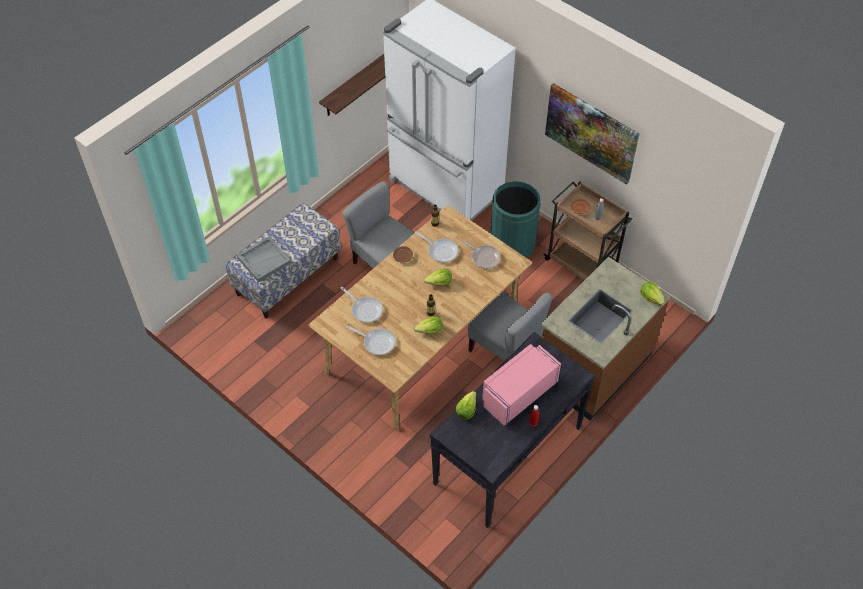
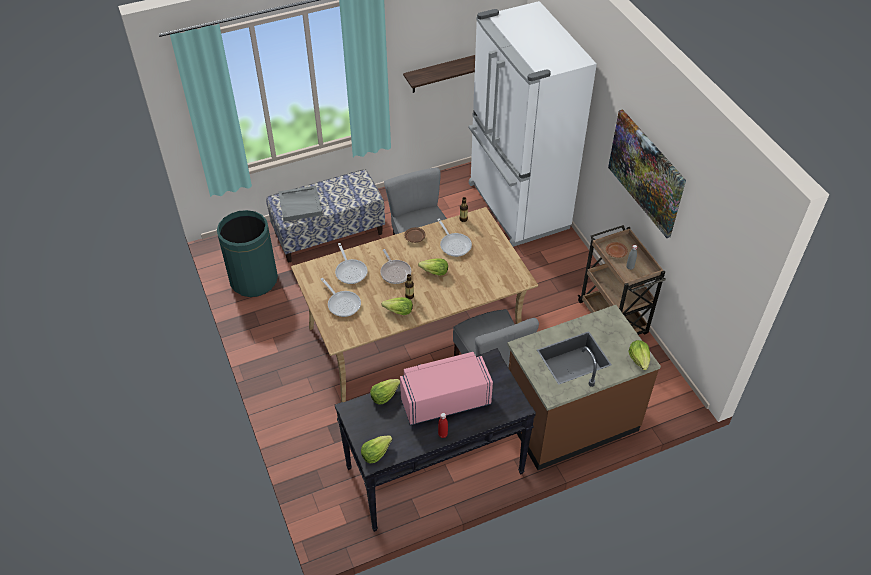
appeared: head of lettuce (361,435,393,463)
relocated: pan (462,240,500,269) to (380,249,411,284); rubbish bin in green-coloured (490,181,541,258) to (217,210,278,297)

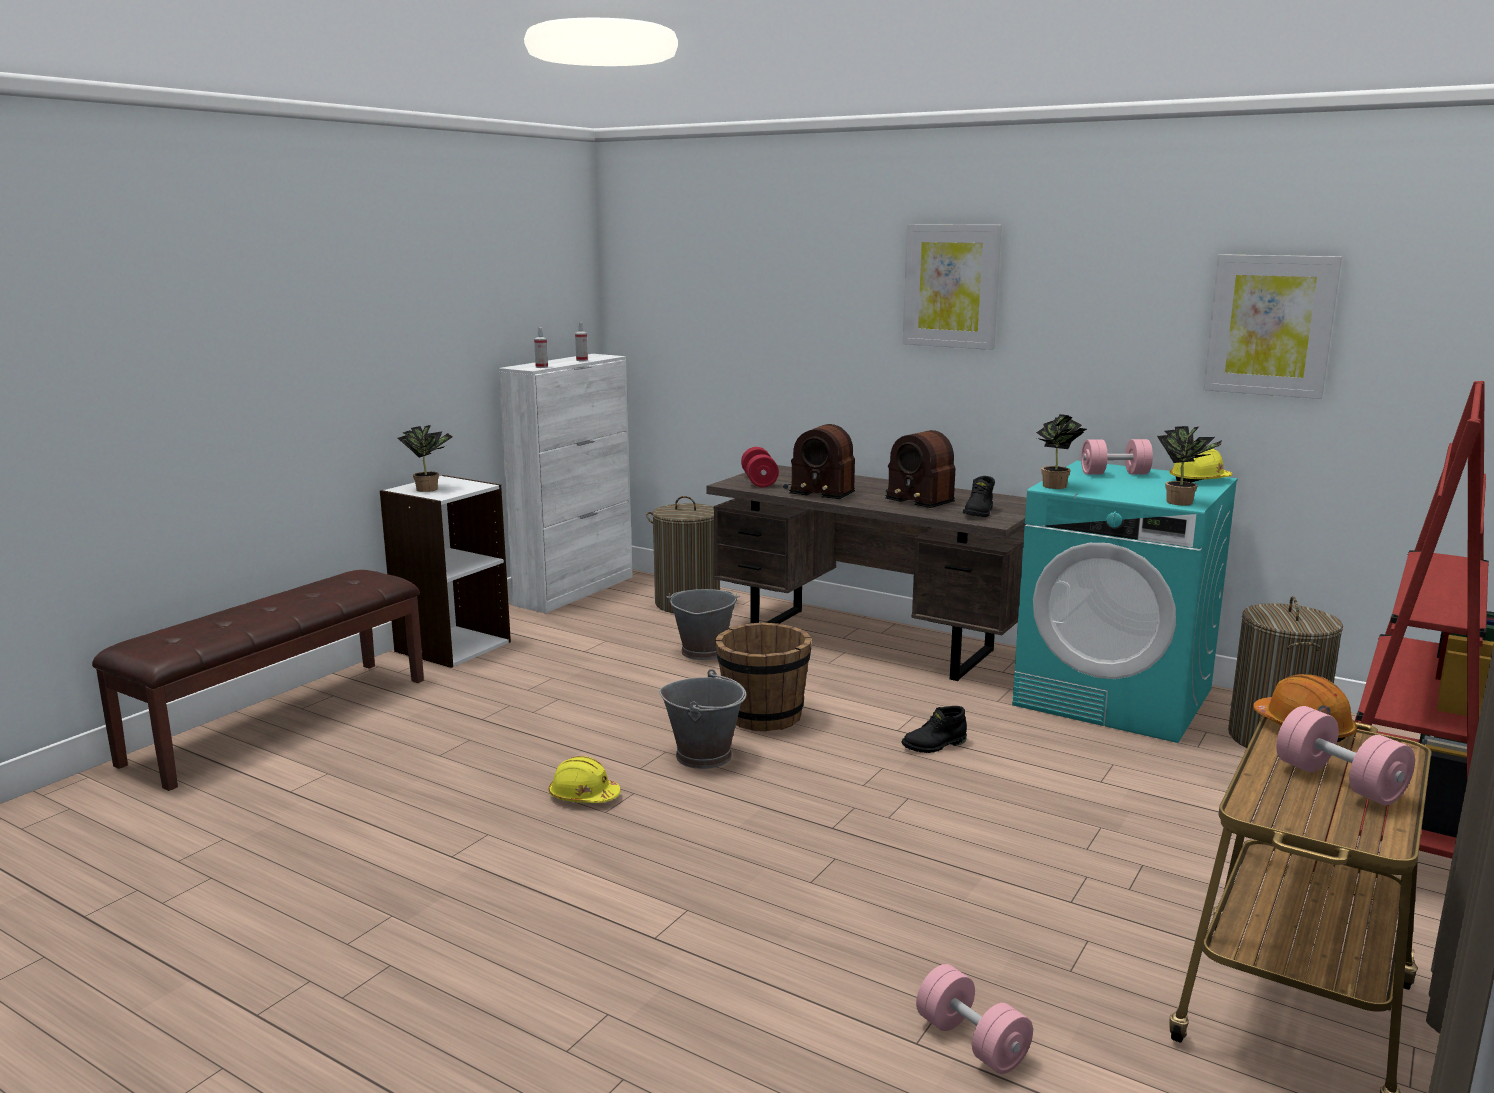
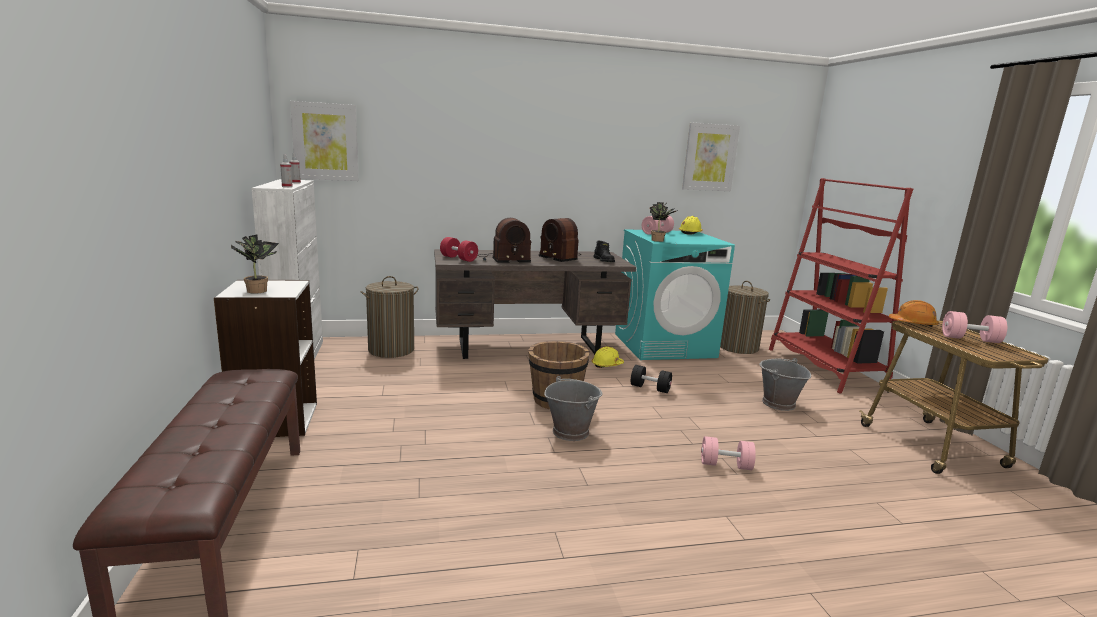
missing: potted plant (1157,426,1222,505)
relocated: work helmet in yellow-coloured (549,756,621,803) to (592,347,624,368); water bucket in grey (667,589,740,660) to (759,358,811,411); wall art (903,224,1002,350) to (290,101,358,181); free weight in pink (916,964,1033,1074) to (701,436,756,470)
exchanged: tall boot in black-coloured (902,706,967,753) to free weight in black-coloured (631,365,672,393)
spun: radio receiver (885,430,956,508) = (539,218,582,262) 45 degrees clockwise

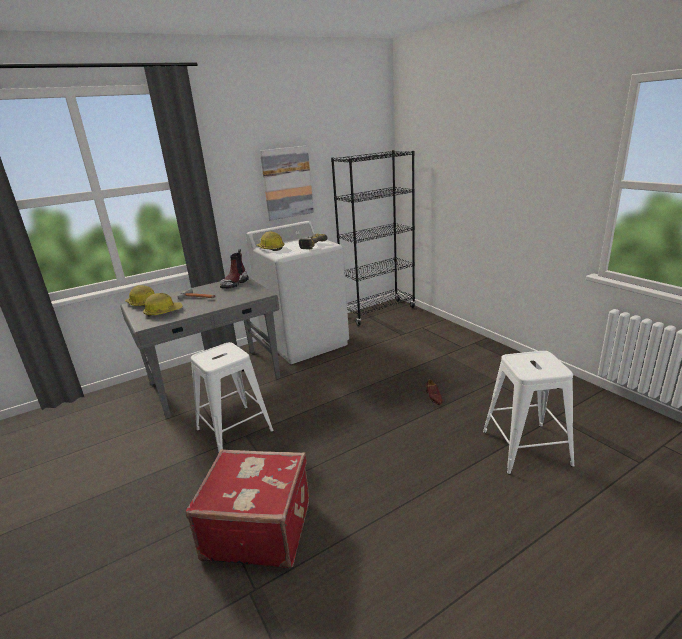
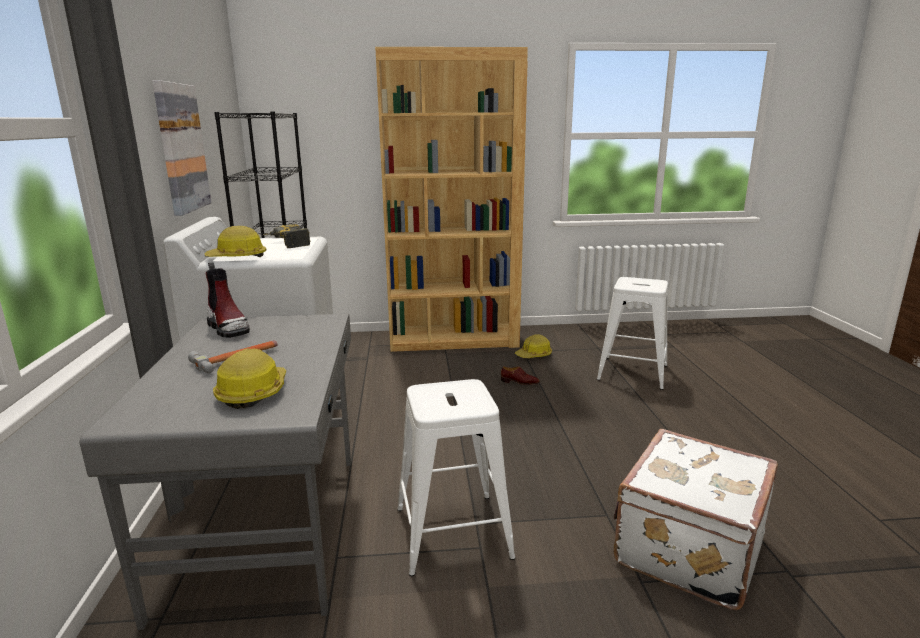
appeared: shelving unit in brown (375,47,528,352)
relocated: work helmet (125,285,155,307) to (515,334,552,358)
colour: travel case in reddish (186,449,309,568) to travel case in white (614,429,778,611)

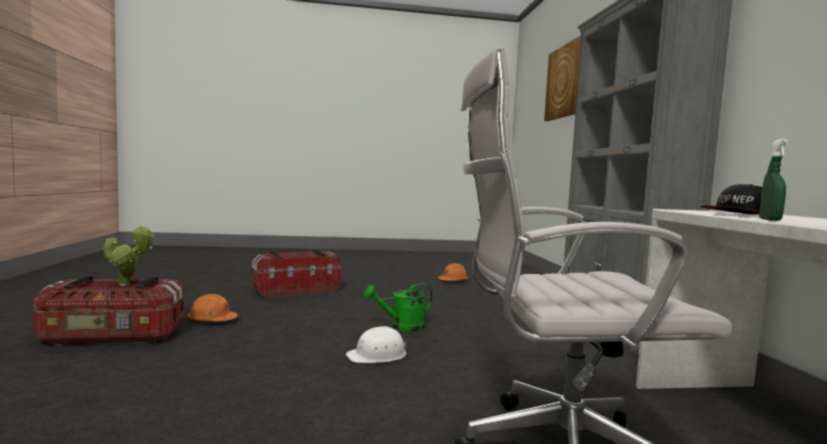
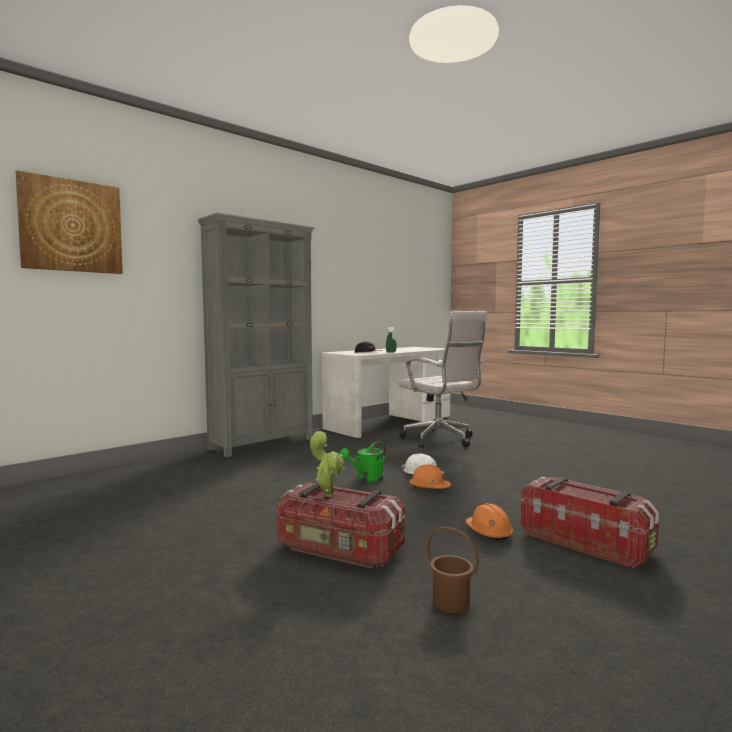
appeared: water bucket in brown (427,527,479,613)
relocated: potted plant (103,225,154,286) to (310,431,345,497); work helmet in orangey (438,263,468,281) to (410,464,451,489)
spun: watering pot in green-coloured (364,283,433,332) = (339,441,386,483) 105 degrees clockwise

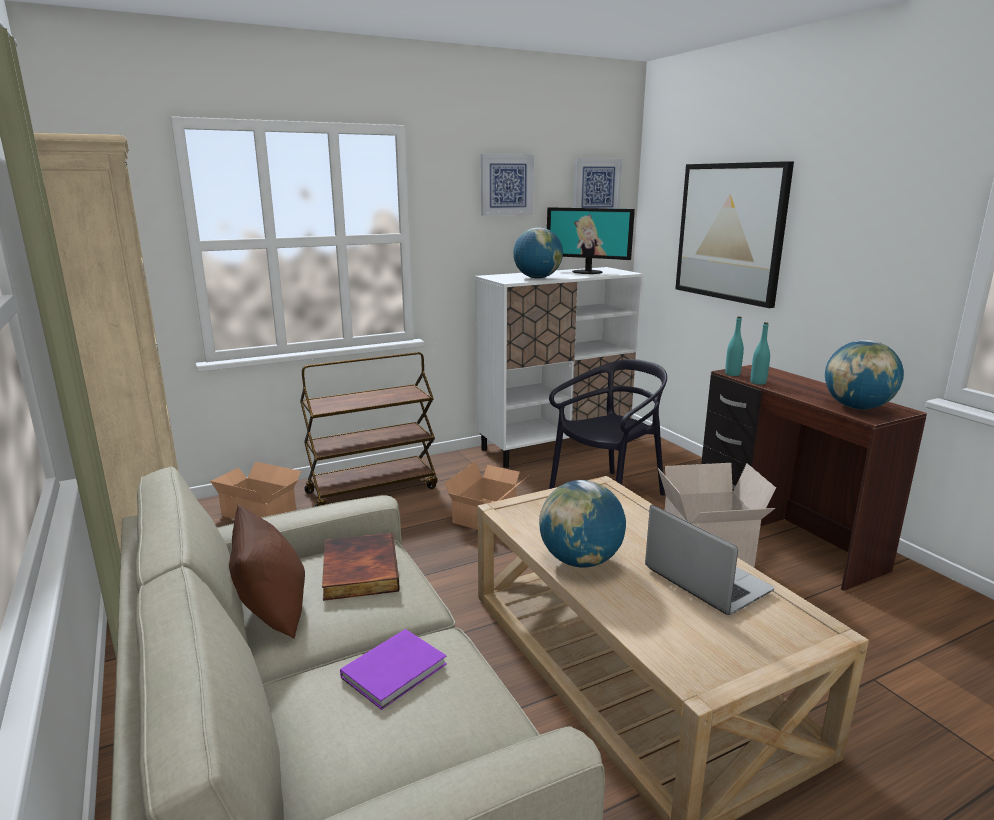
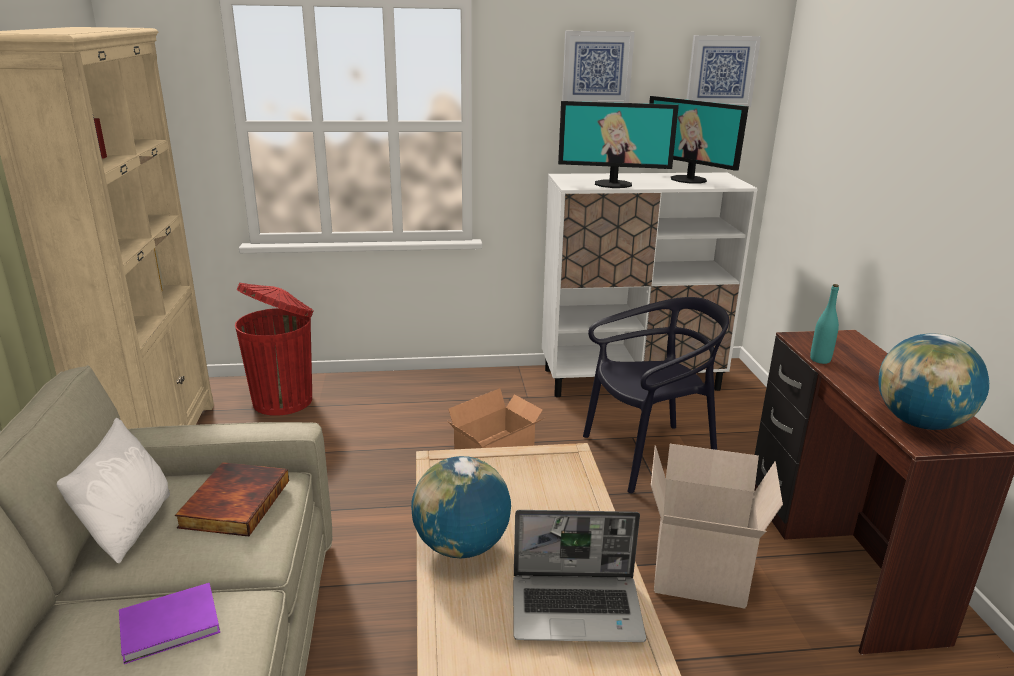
missing: wheeled cart in brown (300,352,438,507); wall art (675,161,794,308); drink bottle in turquoise-coloured (725,316,744,376)
exchanged: packing box (210,462,301,519) to rubbish bin in reddish (235,283,314,416); globe (513,227,563,278) to monitor (558,101,679,188)
colour: pillow in brown (229,505,305,638) to pillow in white (57,418,170,563)
spun: laptop (645,505,774,615) = (513,510,646,642) 105 degrees clockwise

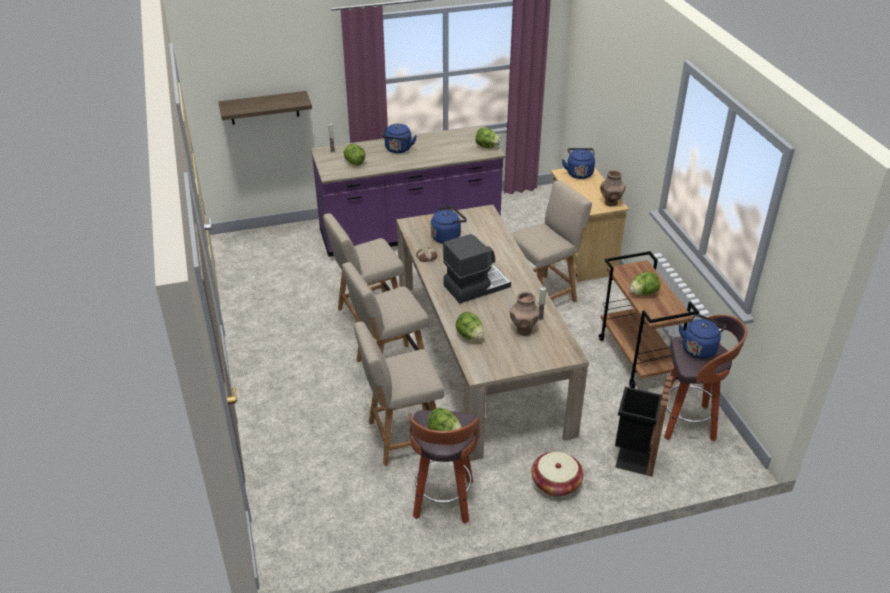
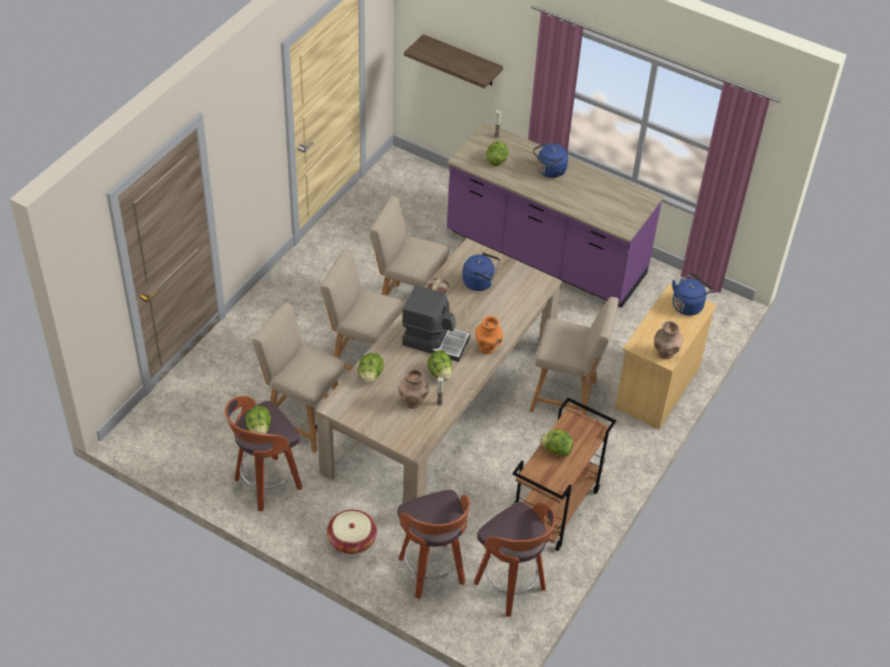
missing: tea kettle in blue-coloured (679,314,727,359)
appeared: vase in orangey (475,316,503,354)
relocated: head of lettuce (475,128,501,148) to (427,350,452,381)
exchanged: rubbish bin in black-coloured (615,375,673,477) to stool (397,490,470,599)

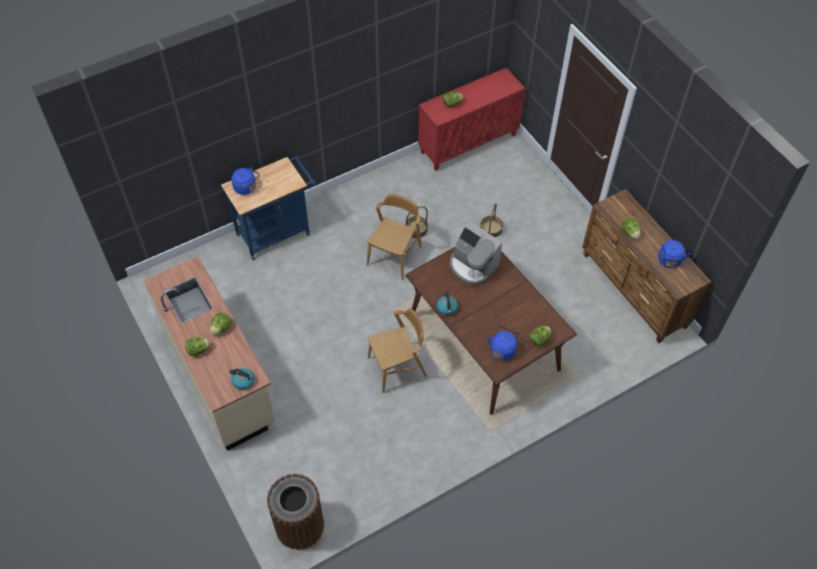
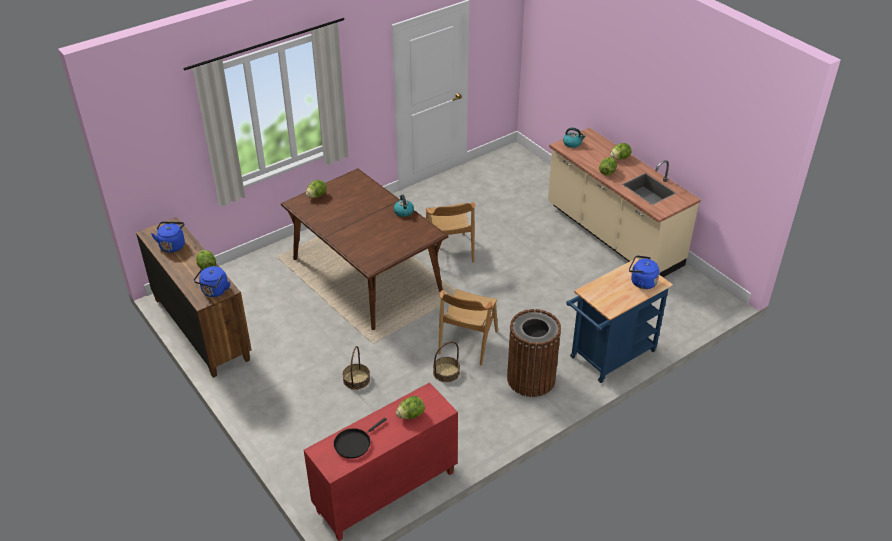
missing: coffee brewer (450,222,502,285)
appeared: pan in black-coloured (334,418,387,459)
relocated: rubbish bin in brown (267,474,324,550) to (507,309,561,397); tea kettle in blue-coloured (487,326,521,360) to (194,266,230,297)
spun: plain chair in brown (368,308,427,393) = (426,202,475,263) 75 degrees counterclockwise

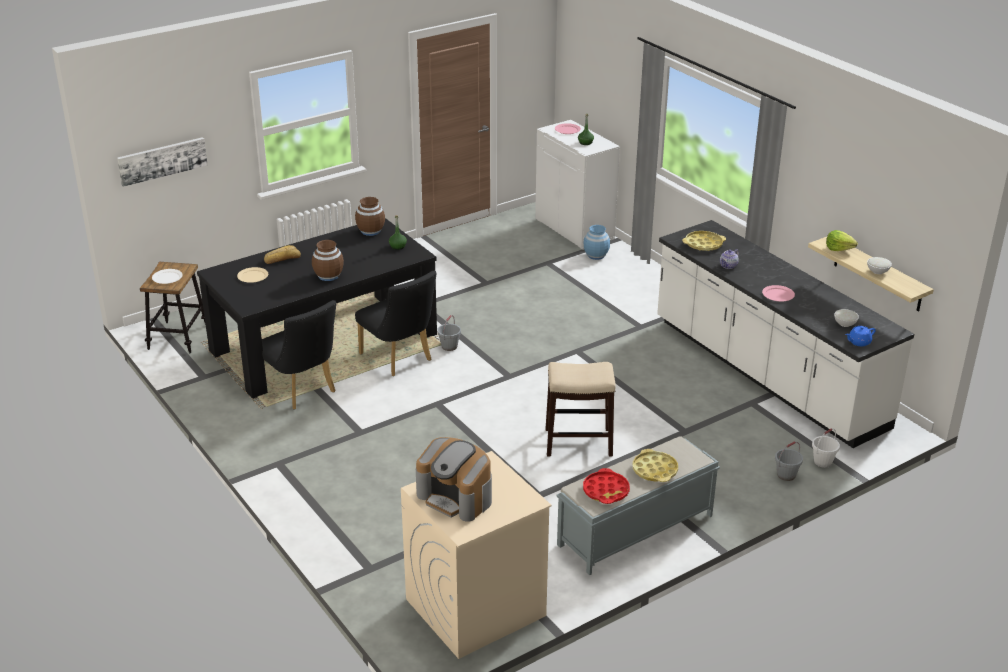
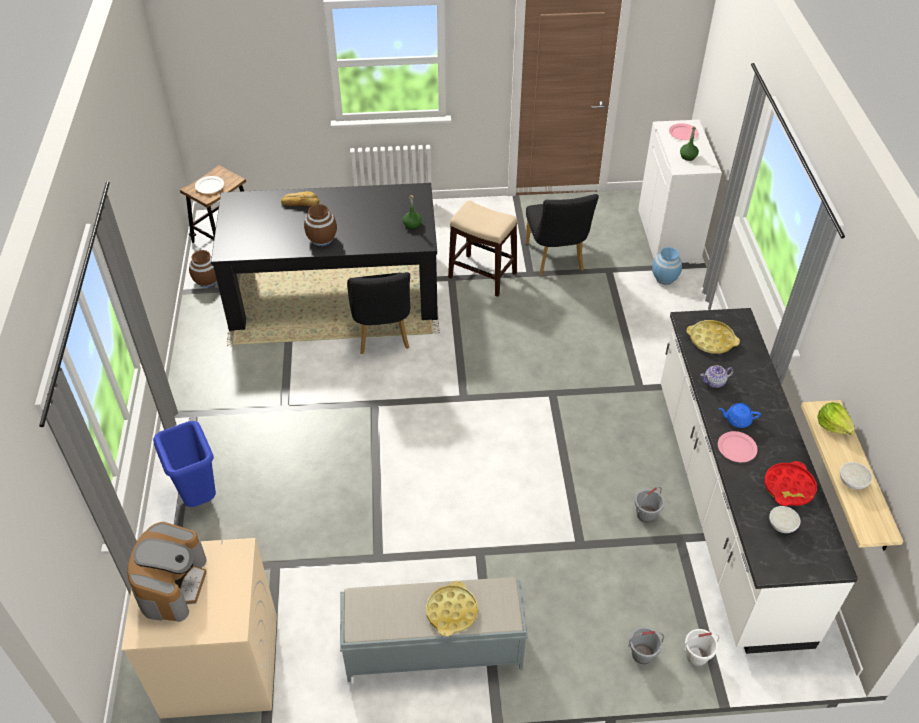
missing: wall art (117,137,208,187); flat dish in beige (237,267,268,283)
appeared: rubbish bin in blue-coloured (153,421,216,507)
relocated: plain chair in black-coloured (262,300,336,409) to (525,194,599,276); vase in brown (355,197,385,236) to (189,250,217,288); water bucket in grey (437,315,461,351) to (635,487,664,523); stool (546,362,616,457) to (448,201,518,297); serving tray in reddish (583,468,630,504) to (765,461,817,506); teapot in blue-coloured (845,326,876,346) to (719,403,761,428)
spun: coffee brewer (416,437,492,522) = (127,522,207,622) 150 degrees counterclockwise

